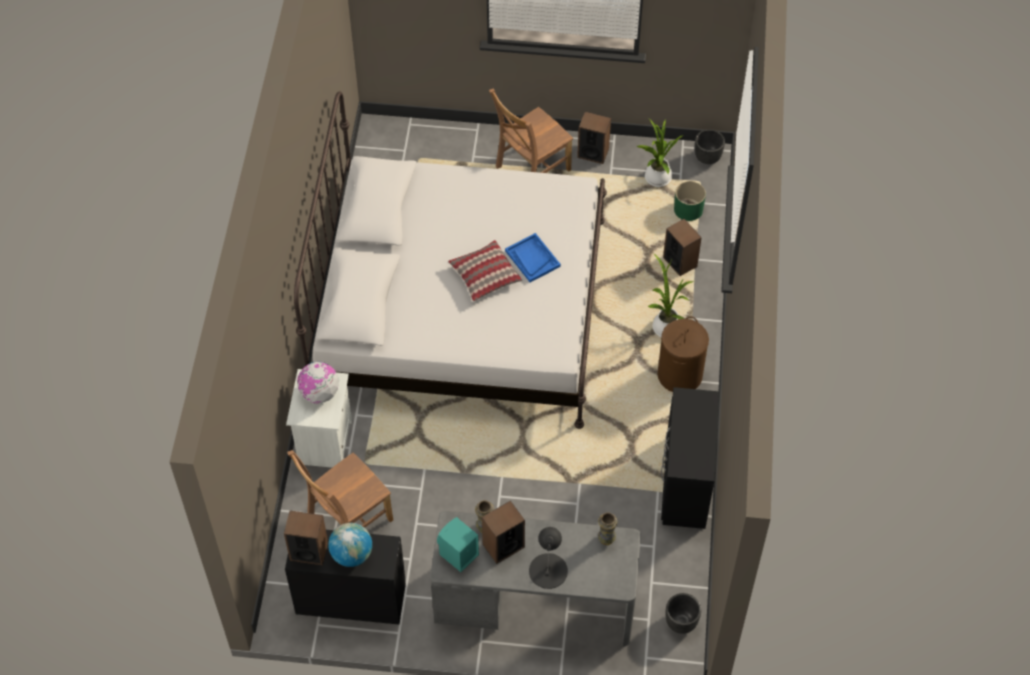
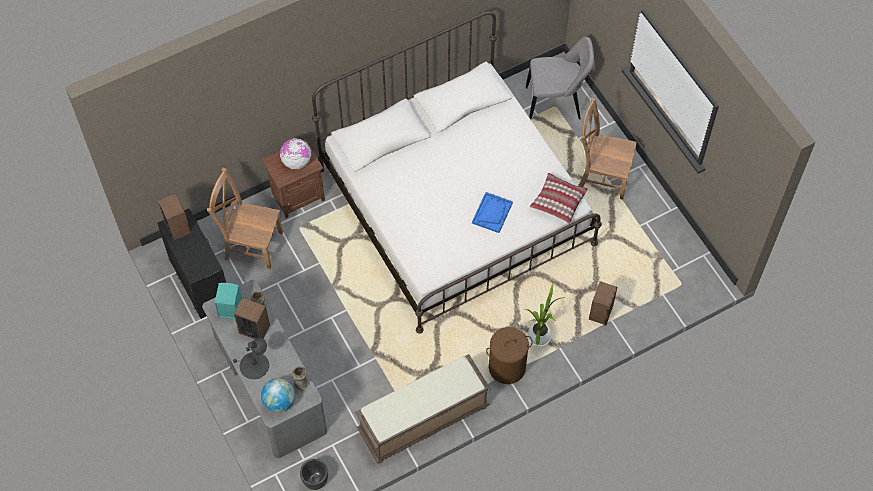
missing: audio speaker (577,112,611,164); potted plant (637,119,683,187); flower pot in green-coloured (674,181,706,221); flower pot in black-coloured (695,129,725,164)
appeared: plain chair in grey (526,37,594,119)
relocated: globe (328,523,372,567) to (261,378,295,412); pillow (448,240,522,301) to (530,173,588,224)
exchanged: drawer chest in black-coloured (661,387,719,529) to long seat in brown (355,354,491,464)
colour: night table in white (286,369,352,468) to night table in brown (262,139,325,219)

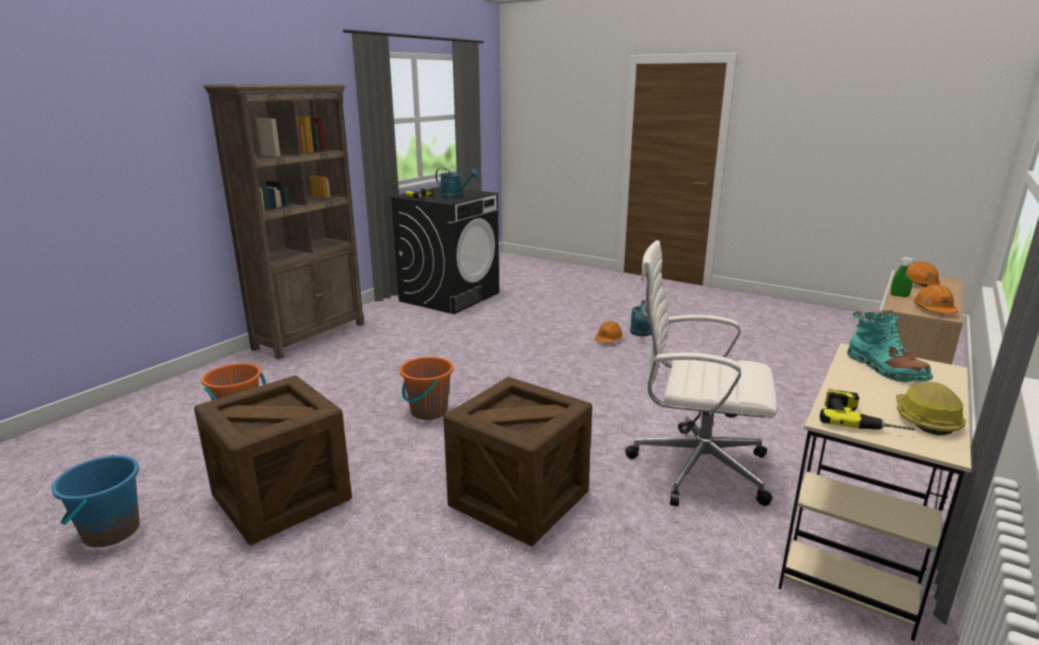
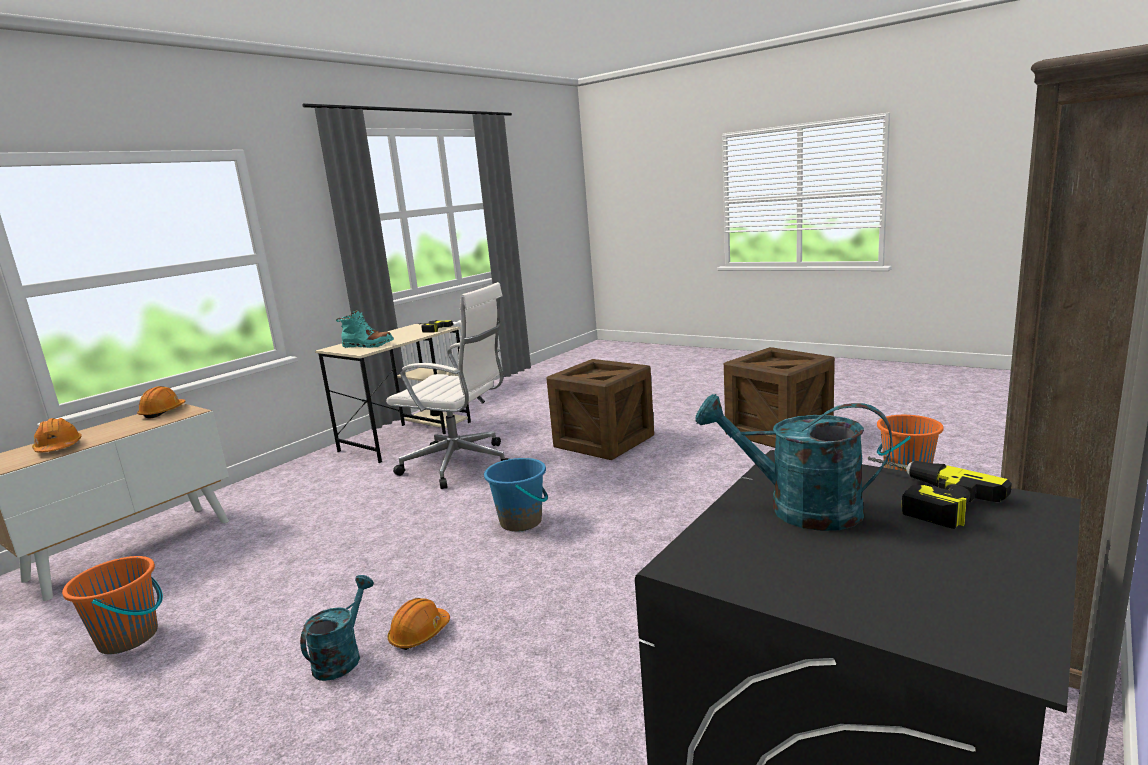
missing: hand sprayer in green-coloured (891,257,916,297); work helmet (896,382,966,436)
relocated: water bucket in blue-coloured (51,455,140,548) to (484,458,548,532); water bucket in orangey (400,357,454,420) to (62,556,163,654)
spun: tall boot in turquoise-coloured (847,310,933,382) = (336,309,394,348) 120 degrees clockwise

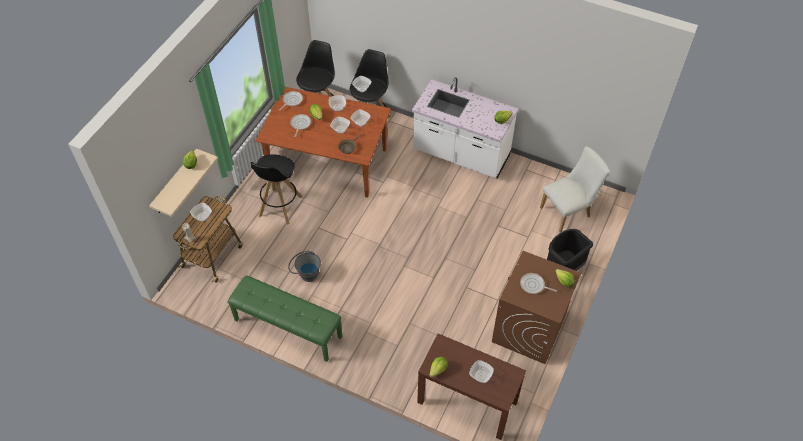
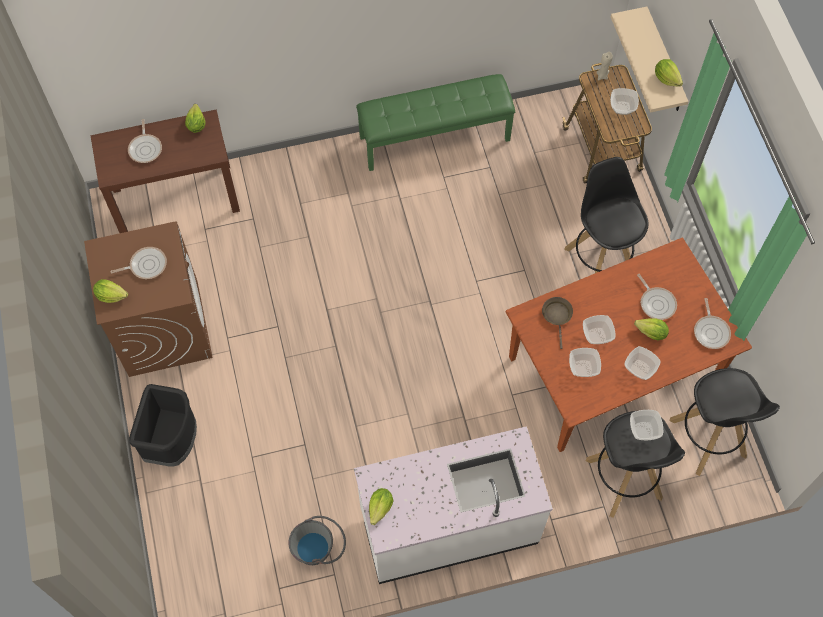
missing: plain chair in white (540,146,610,232)
relocated: water bucket in grey (288,251,321,282) to (289,516,346,565)
exchanged: deep dish (469,360,494,383) to pan (128,119,162,163)

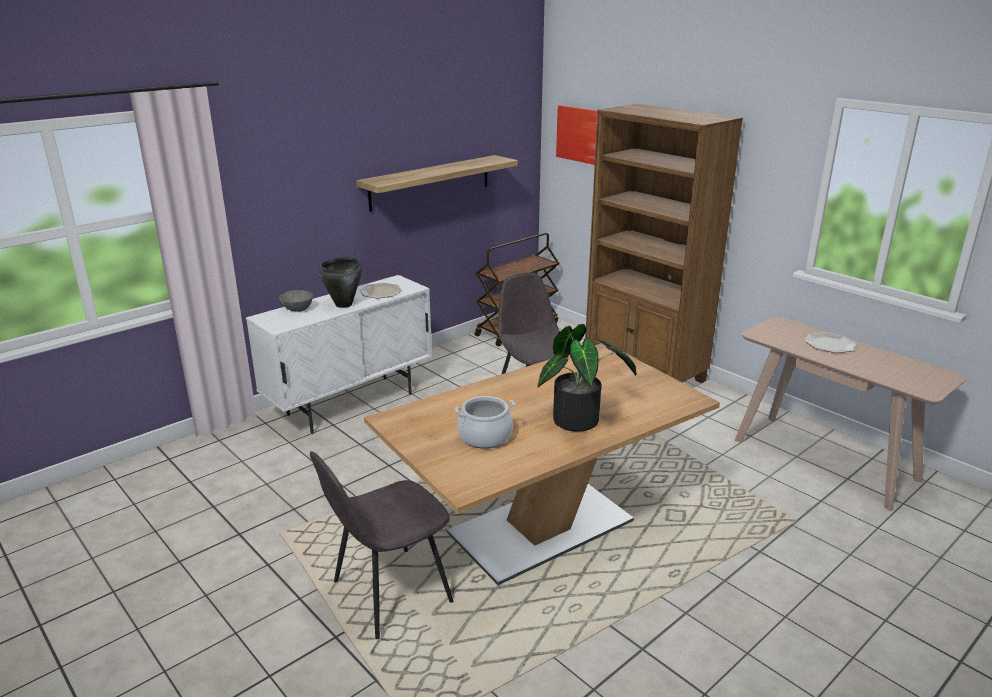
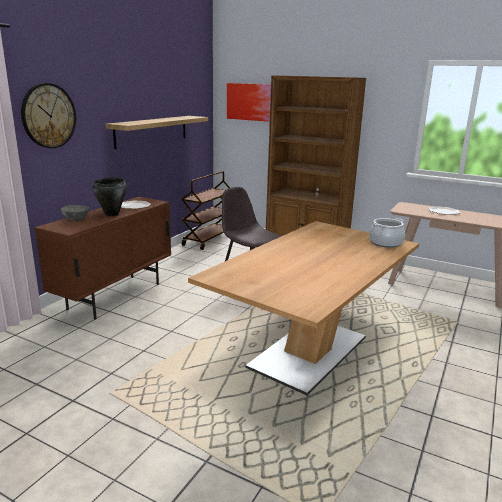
missing: plain chair in grey (310,451,453,639); potted plant (538,324,637,432)
appeared: clock on the wall (21,83,76,148)
relocated: cooking pot (455,396,515,449) to (369,218,405,248)
colour: cupboard in white (246,275,432,434) to cupboard in brown (34,197,171,320)

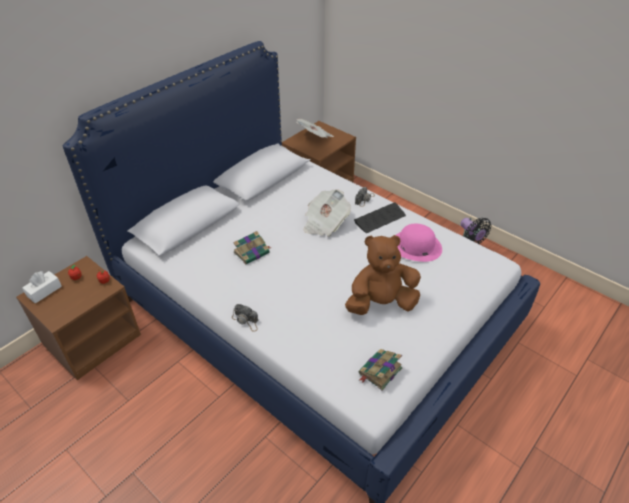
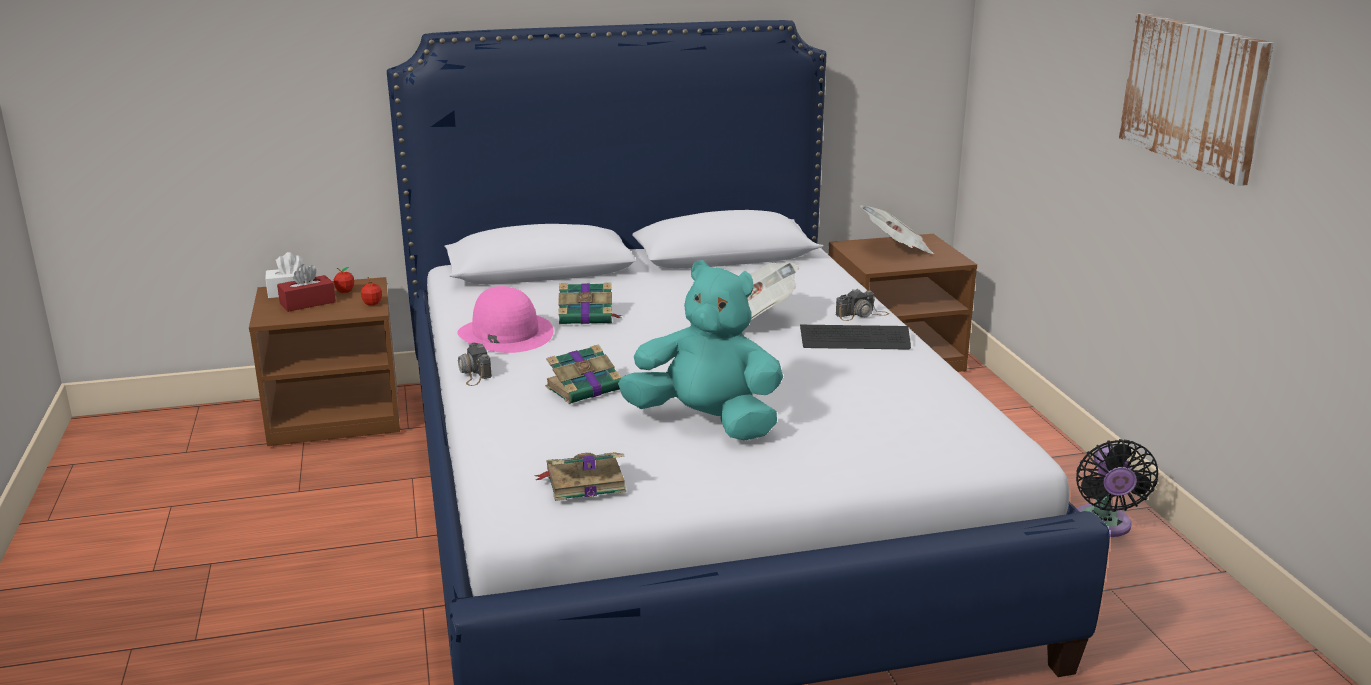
appeared: box of tissues in reddish (277,264,336,312); volume (545,344,621,404); wall art (1119,13,1274,186)
relocated: clothing hat in pink (396,224,442,262) to (457,286,554,353)
colour: plush toy in brown (345,235,421,315) to plush toy in turquoise-coloured (618,260,783,441)

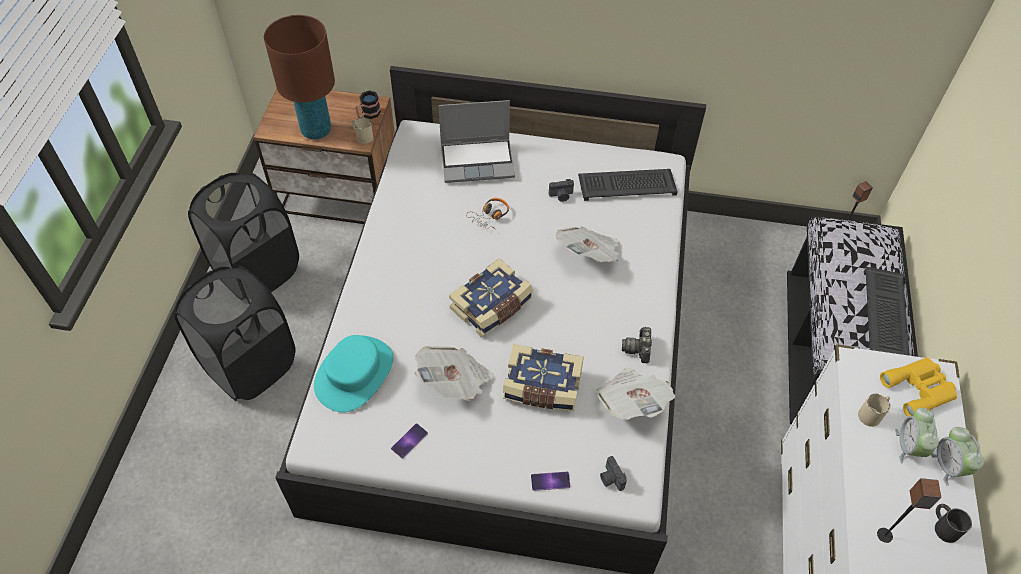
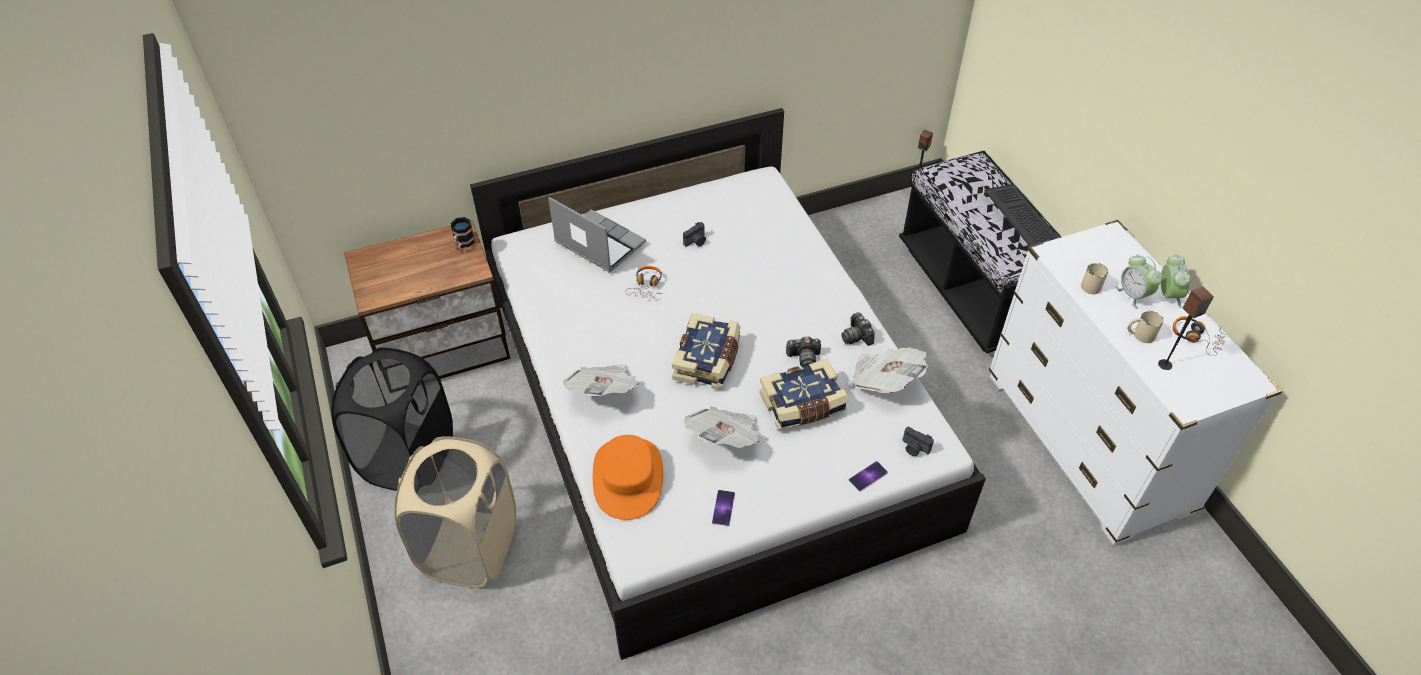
missing: lamp for a table in brown (264,15,335,139); computer keyboard (578,169,678,201); field glasses in yellow-coloured (880,358,957,417)
appeared: photo camera (786,337,821,367)
relocated: mug in beige (352,117,373,144) to (1128,311,1164,343); daily paper (556,226,620,262) to (563,364,639,397)
exchanged: mug in black-coloured (935,504,972,543) to headset (1173,316,1226,356)
colour: hamper in black-coloured (174,266,296,401) to hamper in beige (394,436,516,588); clothing hat in turquoise-coloured (314,335,393,412) to clothing hat in orangey (593,435,663,520)
spun: laptop (438,100,515,183) = (548,197,646,273) 105 degrees counterclockwise; alarm clock (931,427,984,486) = (1161,254,1191,308) 135 degrees counterclockwise

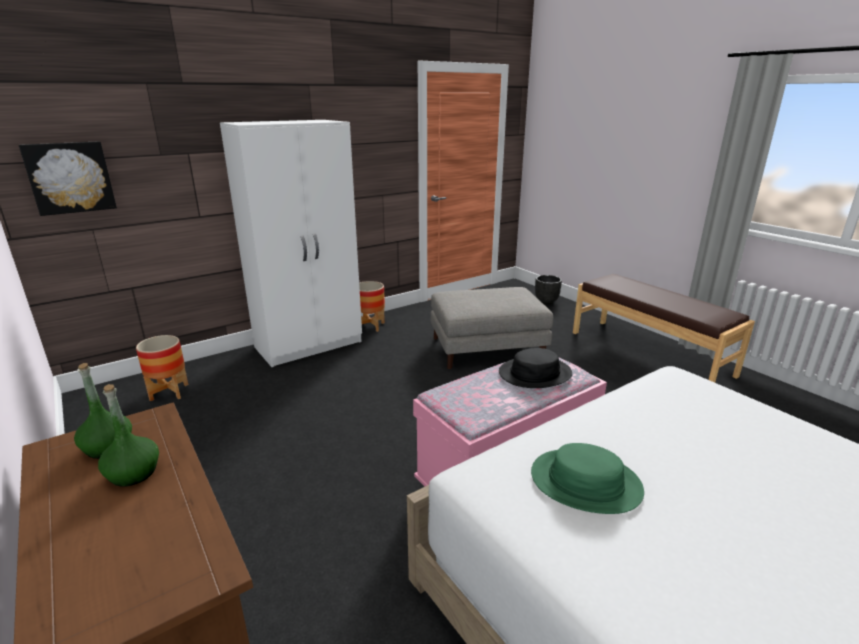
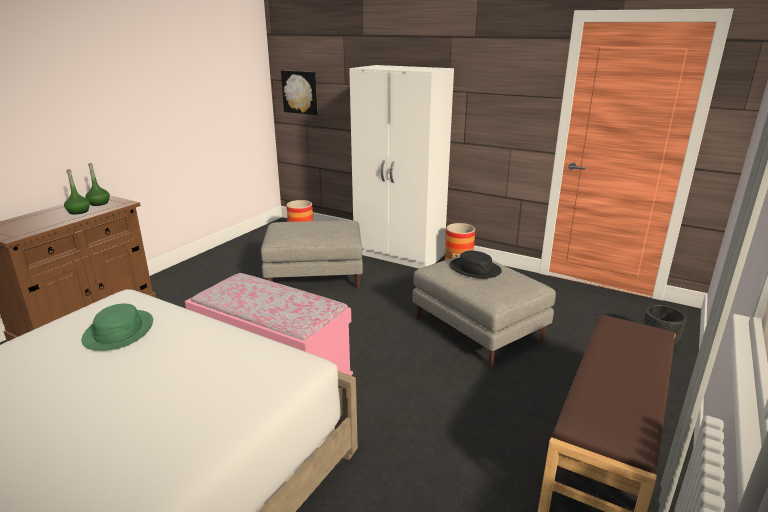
appeared: footrest in grey (261,220,363,288)
relocated: clothing hat in black-coloured (499,348,572,388) to (449,251,502,279)

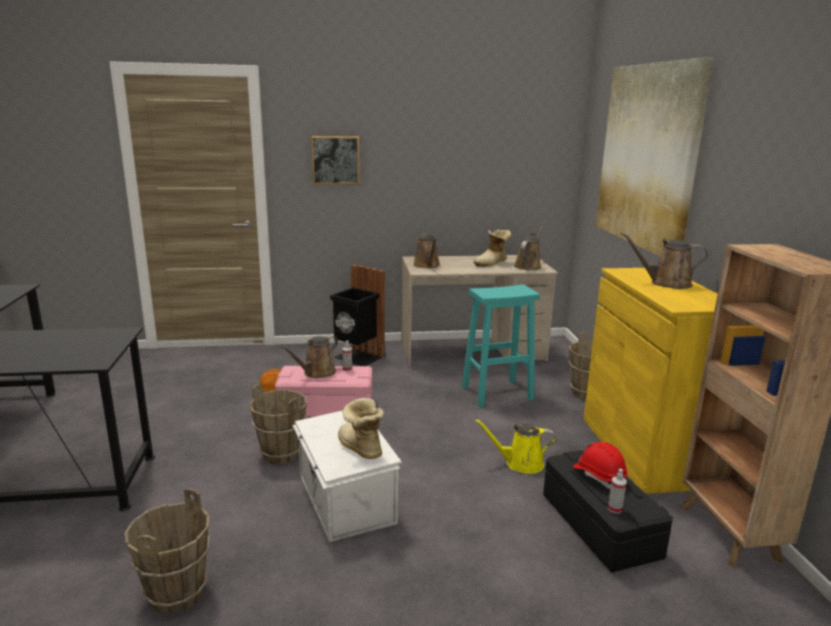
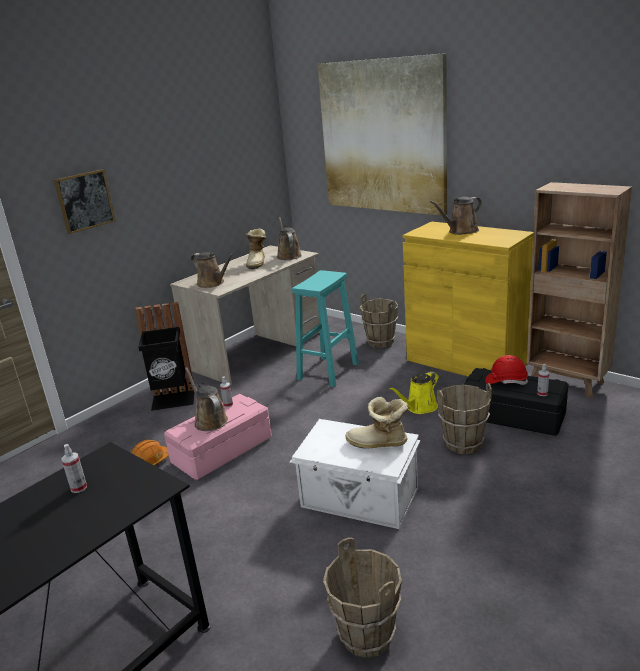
appeared: hand sprayer (62,444,87,493)
relocated: water bucket in brown (249,383,307,464) to (437,383,492,454)
spun: watering pot in brown (281,335,338,378) = (185,367,228,431) 150 degrees clockwise

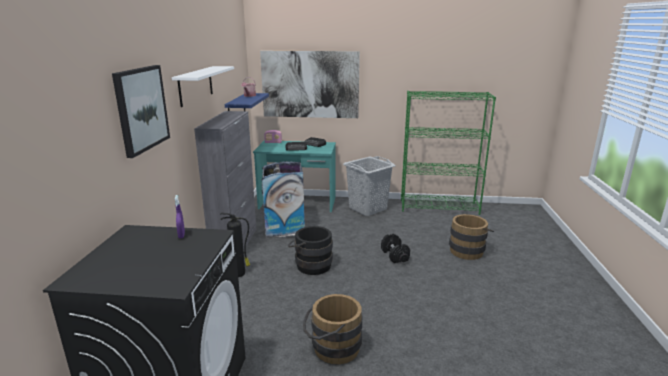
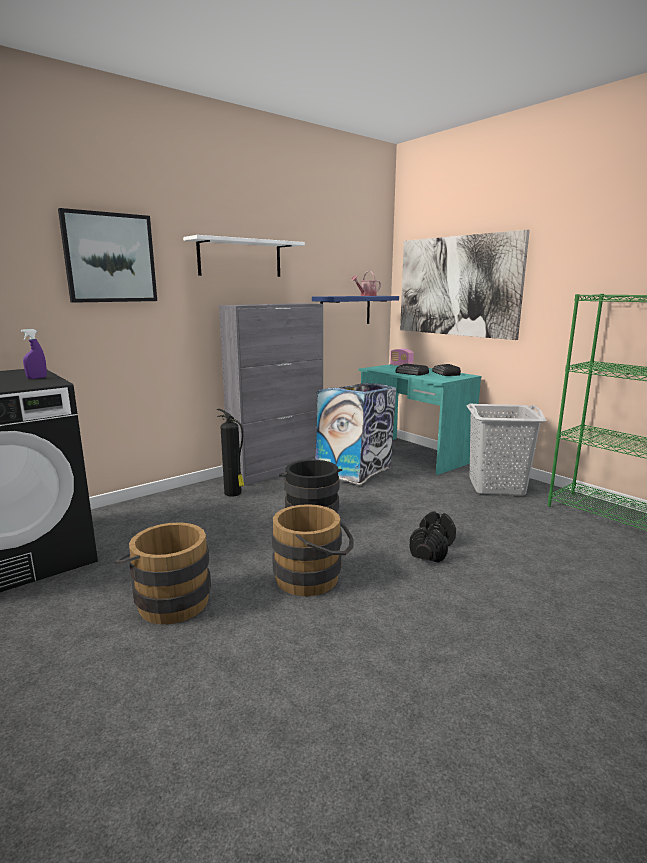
relocated: water bucket in brown (449,214,494,260) to (272,504,354,596)

